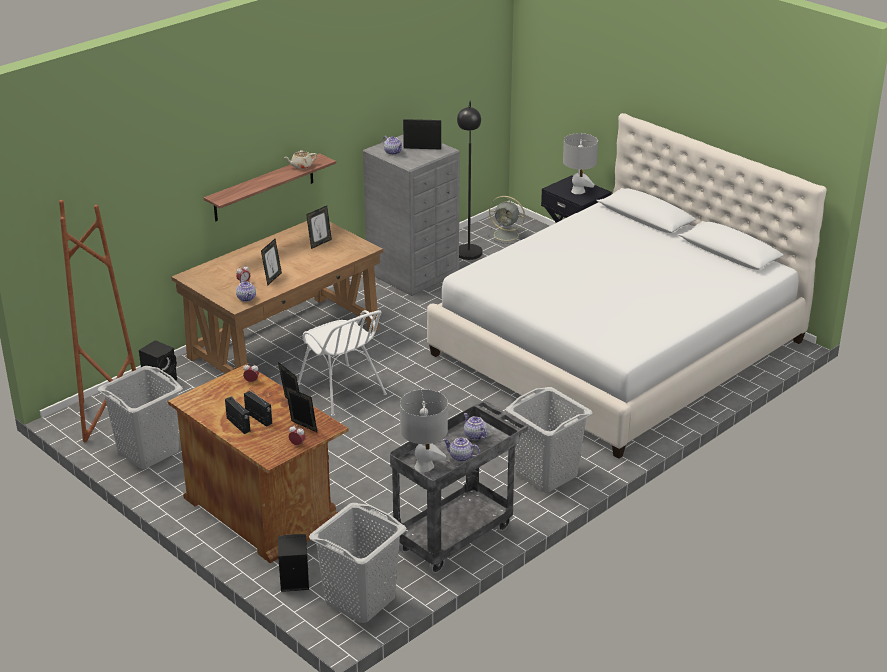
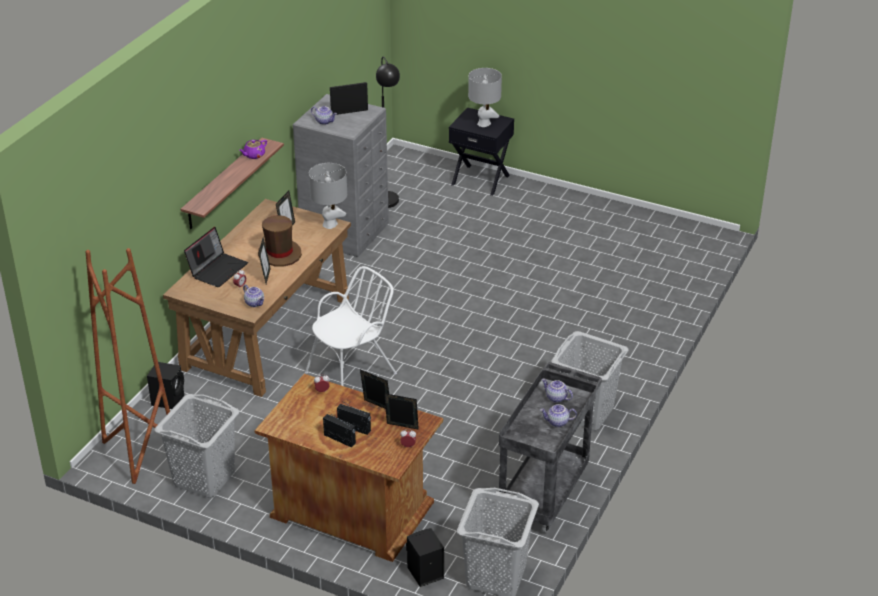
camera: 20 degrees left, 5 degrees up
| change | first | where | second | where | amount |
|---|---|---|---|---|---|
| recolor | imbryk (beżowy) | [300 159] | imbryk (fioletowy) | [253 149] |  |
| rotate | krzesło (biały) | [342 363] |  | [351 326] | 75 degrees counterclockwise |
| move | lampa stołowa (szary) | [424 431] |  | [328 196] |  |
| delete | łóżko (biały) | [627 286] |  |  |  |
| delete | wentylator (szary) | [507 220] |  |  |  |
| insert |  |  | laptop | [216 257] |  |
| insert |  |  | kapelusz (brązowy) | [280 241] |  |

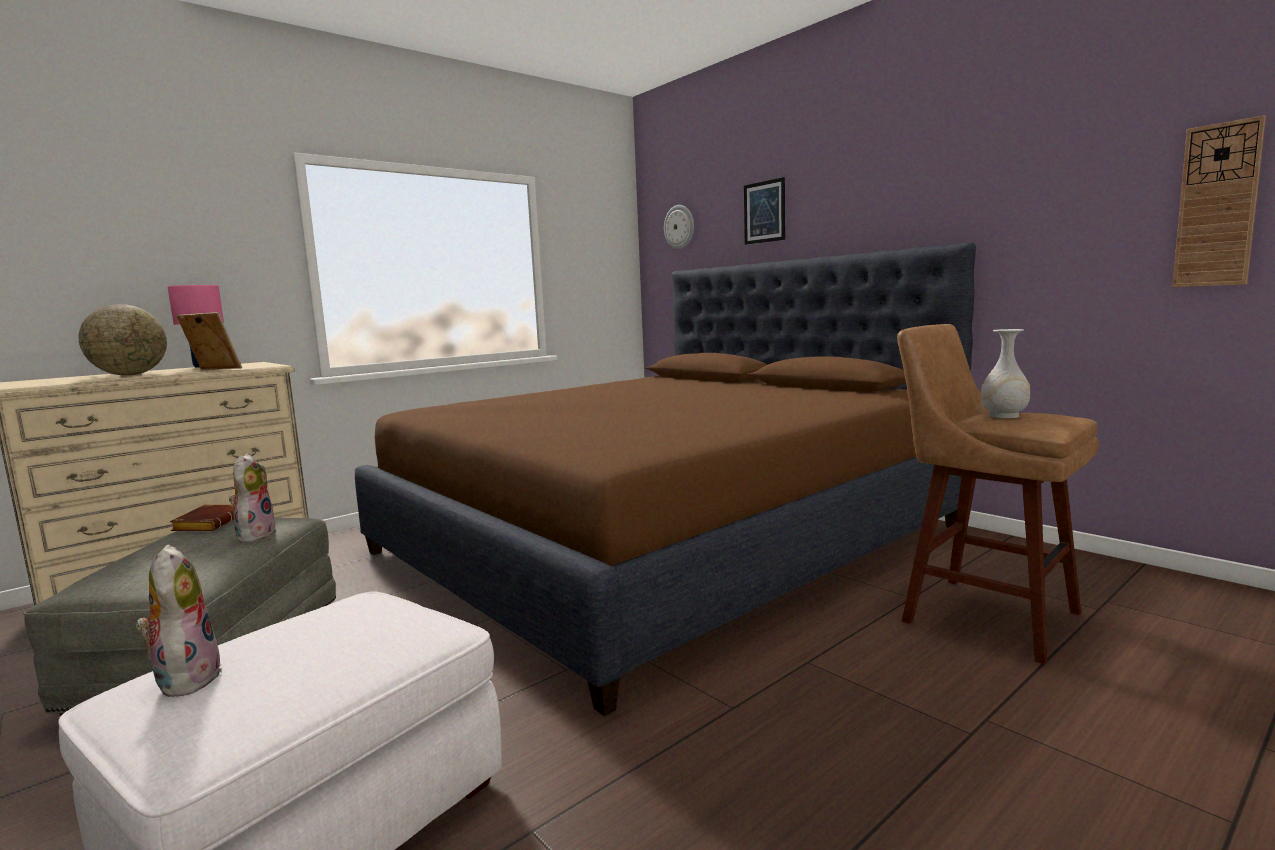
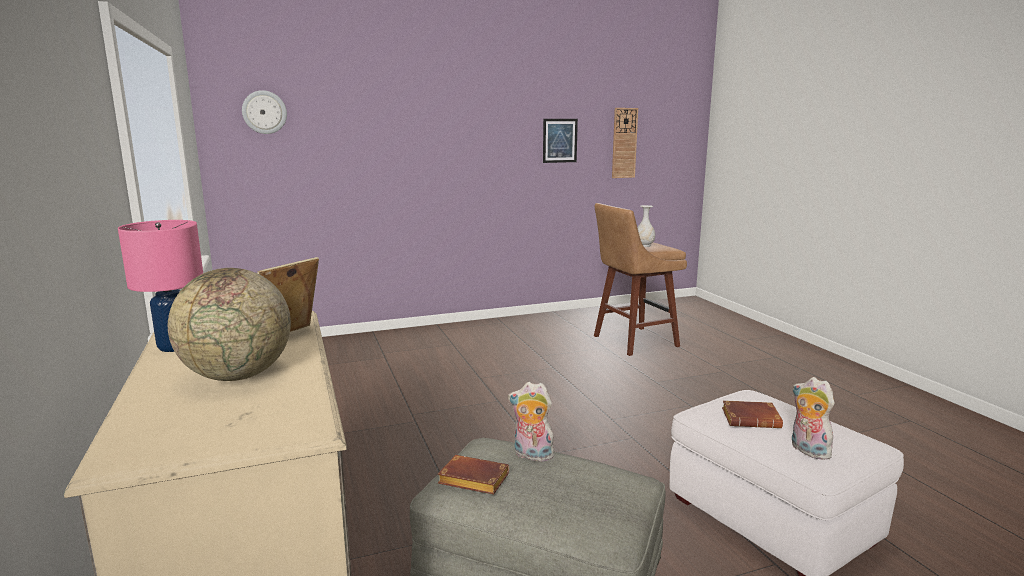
camera: 70 degrees left, 5 degrees up
| change | first | where | second | where | amount |
|---|---|---|---|---|---|
| rotate | pluszak | [179 620] |  | [813 418] | 60 degrees clockwise |
| delete | łóżko (brązowy) | [665 479] |  |  |  |
| move | obraz | [764 211] |  | [560 141] |  |
| insert |  |  | książka (brązowy) | [752 414] |  |

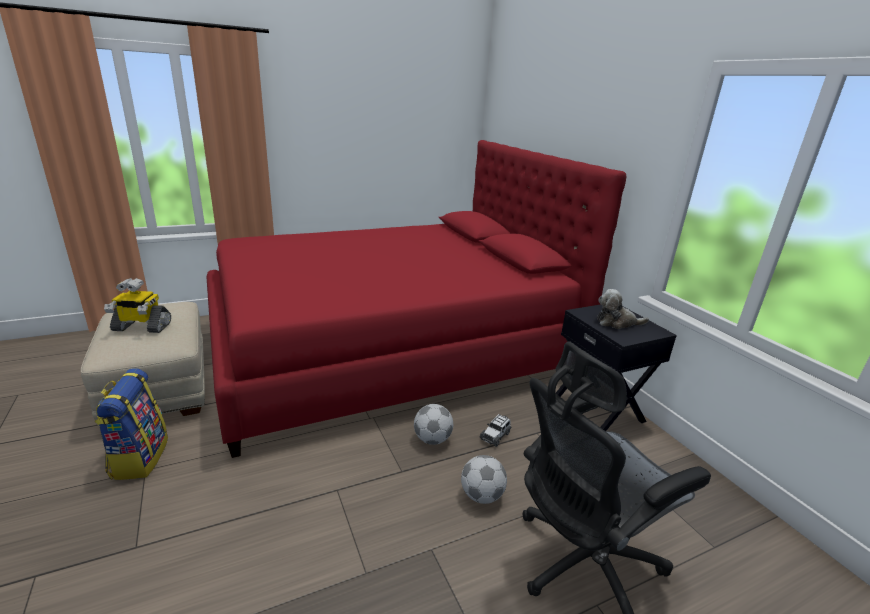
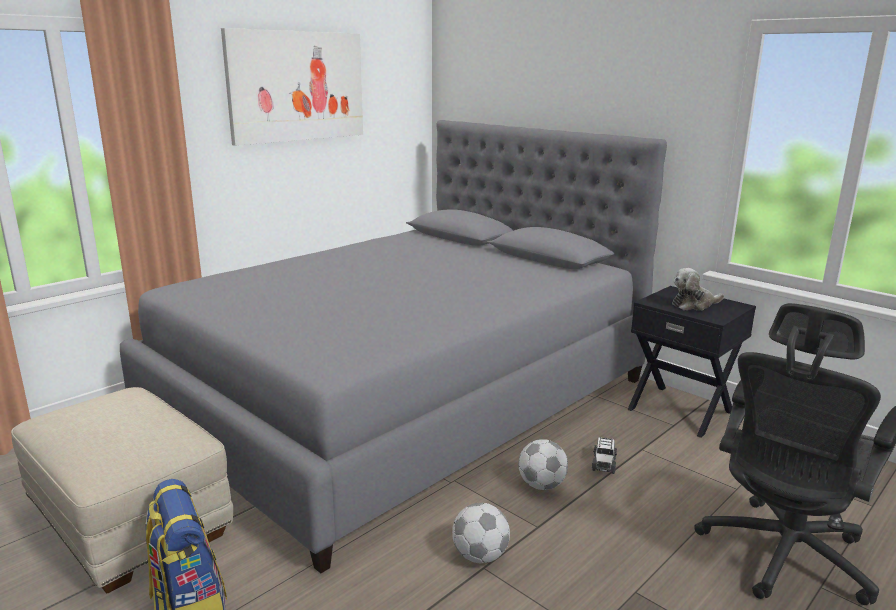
camera: 20 degrees left, 5 degrees down
| change | first | where | second | where | amount |
|---|---|---|---|---|---|
| delete | robot zabawkowy | [137 305] |  |  |  |
| recolor | łóżko (czerwony) | [416 299] | łóżko (szary) | [393 346] |  |
| move | piłka futbolowa | [484 479] |  | [481 533] |  |
| insert |  |  | obraz | [292 87] |  |

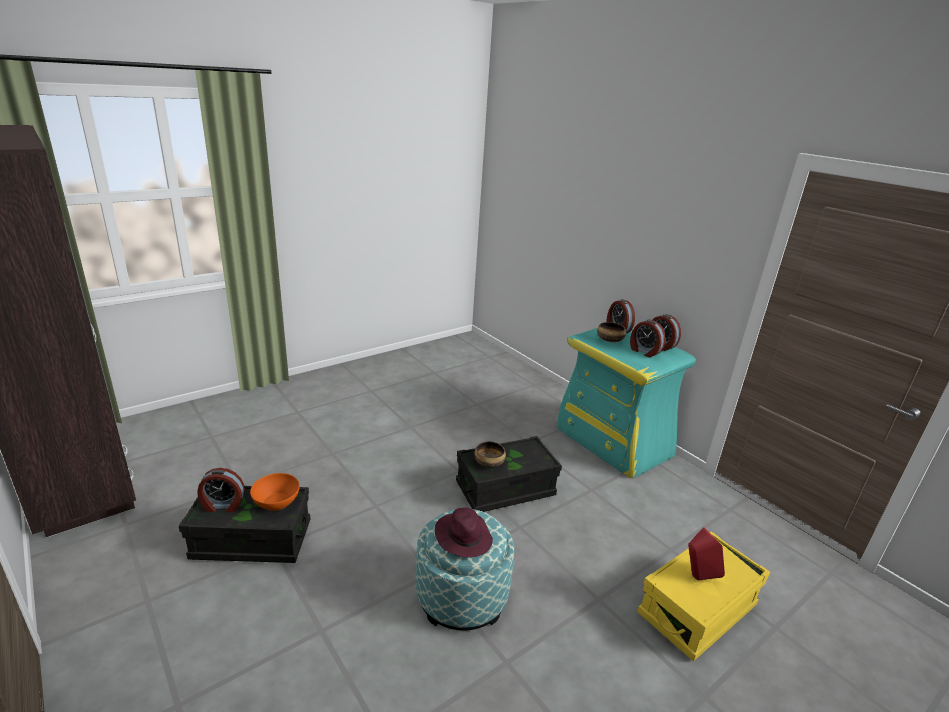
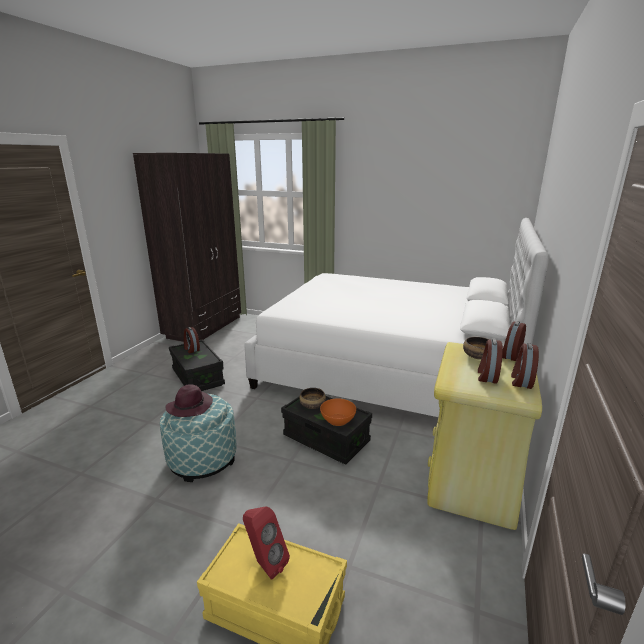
camera: 60 degrees right, 5 degrees down
| change | first | where | second | where | amount |
|---|---|---|---|---|---|
| move | miska (pomarańczowy) | [275 492] |  | [338 412] |  |
| recolor | szafka nocna (turkusowy) | [626 403] | szafka nocna (żółty) | [484 436] |  |
| insert |  |  | łóżko (biały) | [396 317] |  |

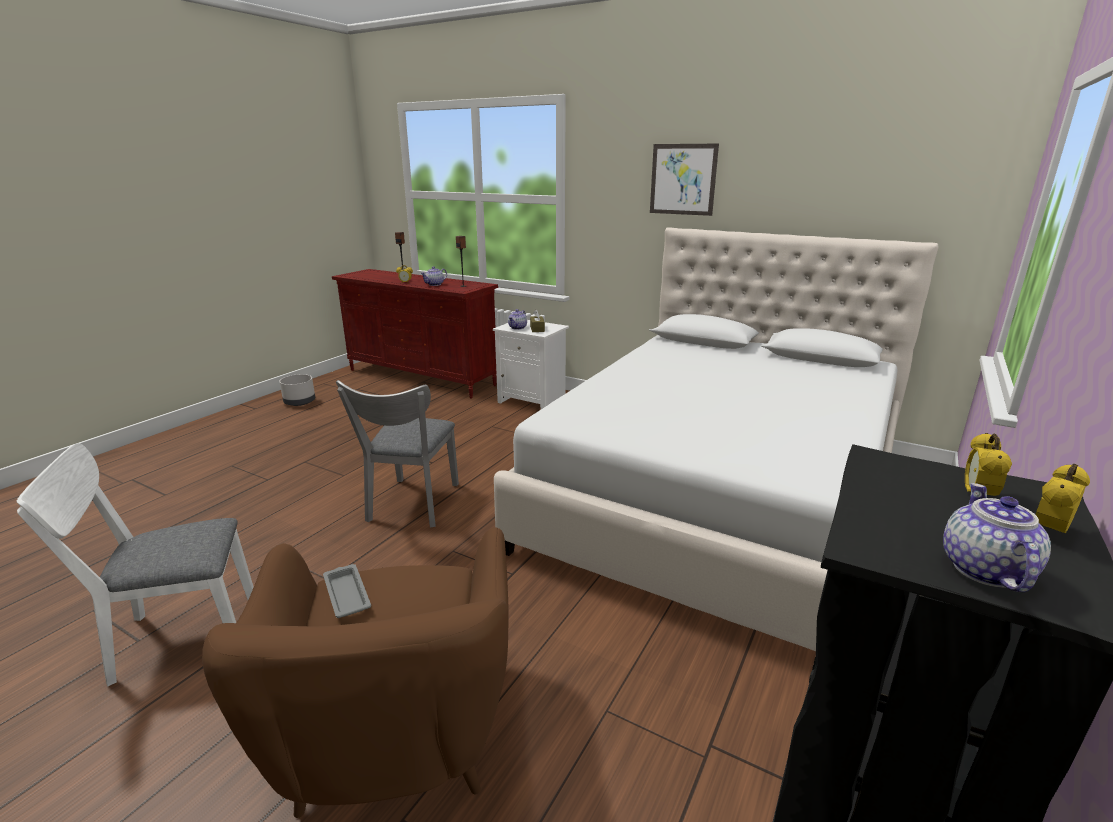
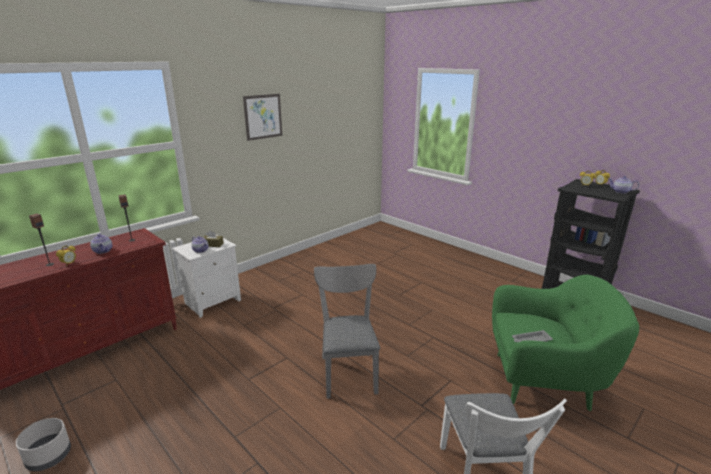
camera: 75 degrees left, 0 degrees up
| change | first | where | second | where | amount |
|---|---|---|---|---|---|
| recolor | fotel (brązowy) | [355 672] | fotel (zielony) | [565 343] |  |
| rotate | krzesło (szary) | [397 454] |  | [347 331] | 120 degrees counterclockwise |
| delete | łóżko (biały) | [716 439] |  |  |  |

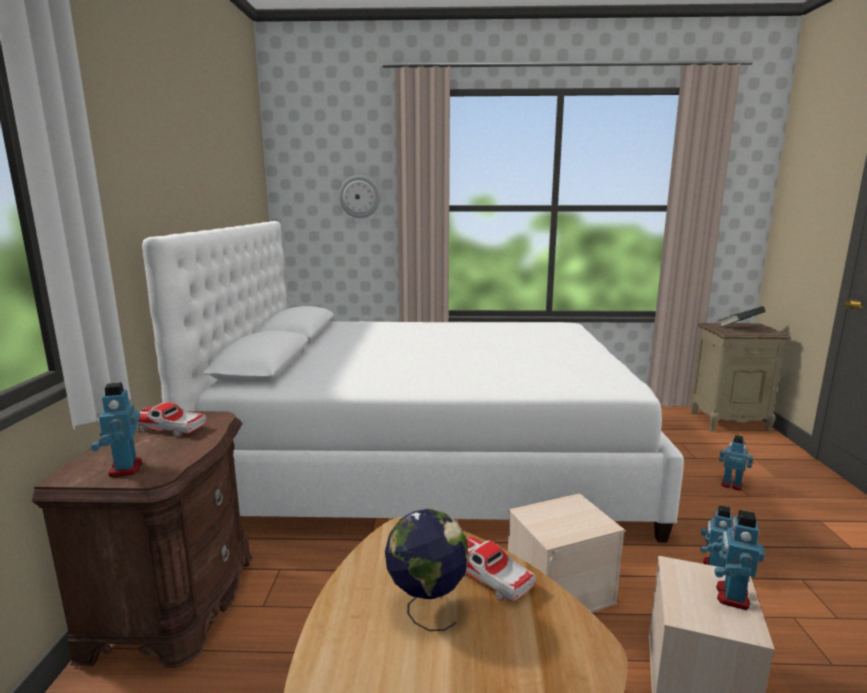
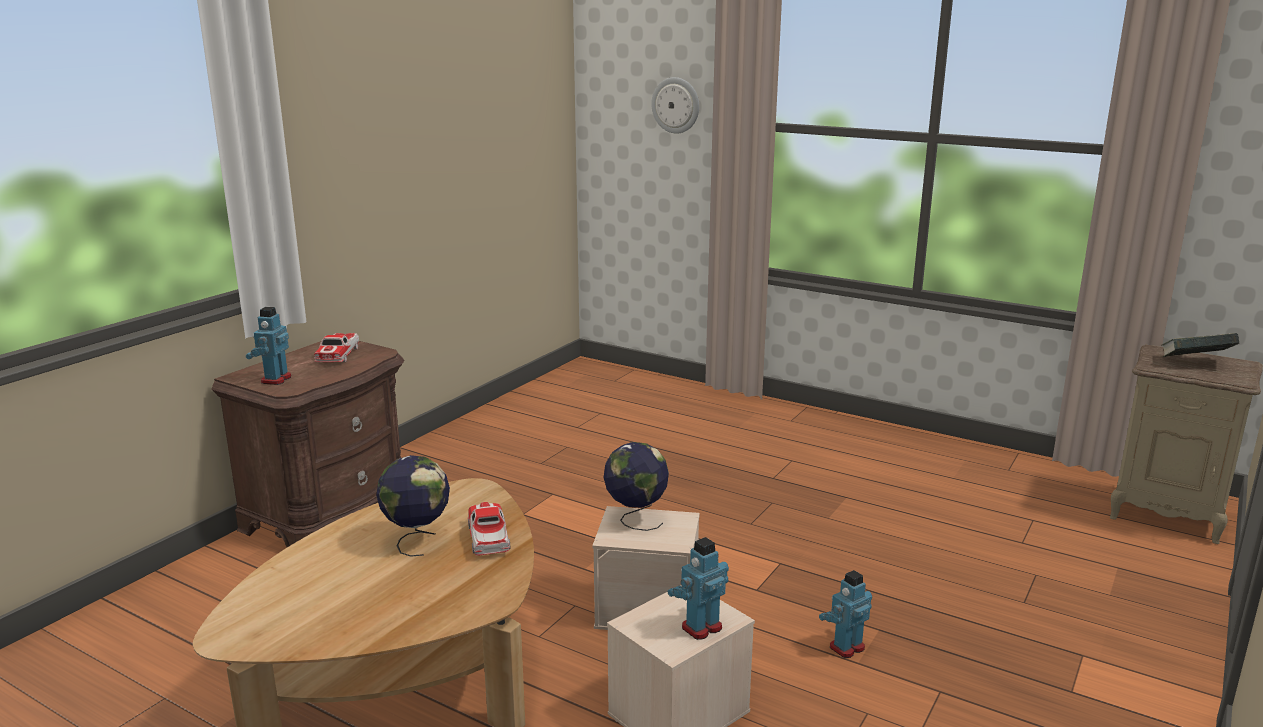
camera: 30 degrees right, 5 degrees up
| change | first | where | second | where | amount |
|---|---|---|---|---|---|
| rotate | samochodzik | [172 419] |  | [336 347] | 135 degrees counterclockwise |
| delete | łóżko (biały) | [413 382] |  |  |  |
| delete | robot zabawkowy | [736 462] |  |  |  |
| insert |  |  | globus | [636 486] |  |

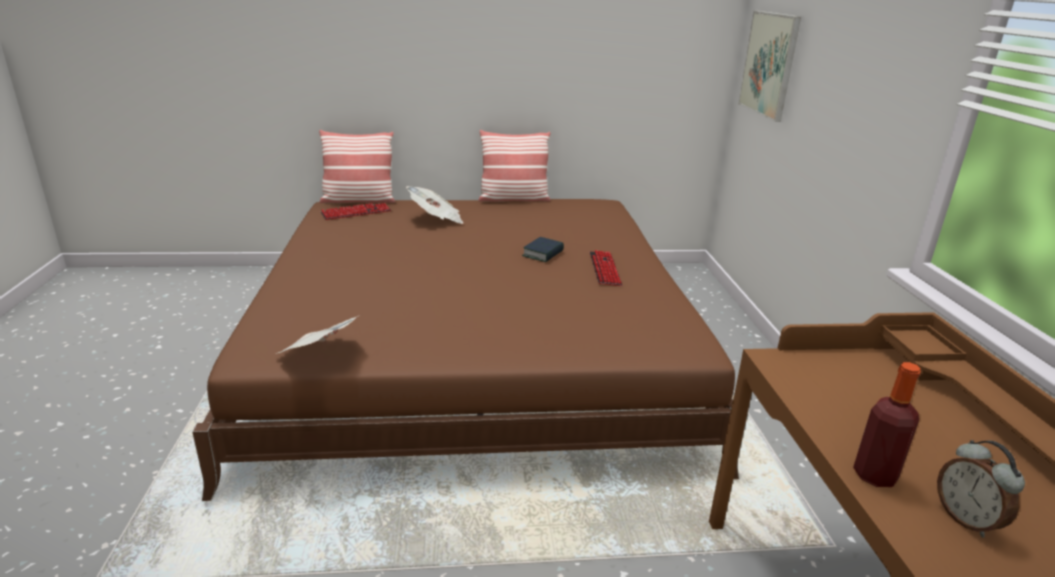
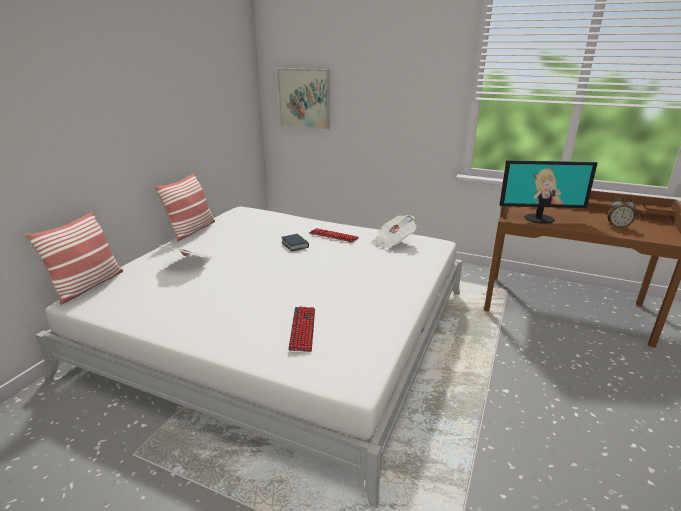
camera: 60 degrees left, 0 degrees up
| change | first | where | second | where | amount |
|---|---|---|---|---|---|
| recolor | łóżko (brązowy) | [469 350] | łóżko (biały) | [249 357] |  |
| move | gazeta | [318 334] |  | [394 232] |  |
| move | klawiatura | [355 211] |  | [301 329] |  |
| delete | butelka | [887 424] |  |  |  |
| insert |  |  | monitor | [548 192] |  |

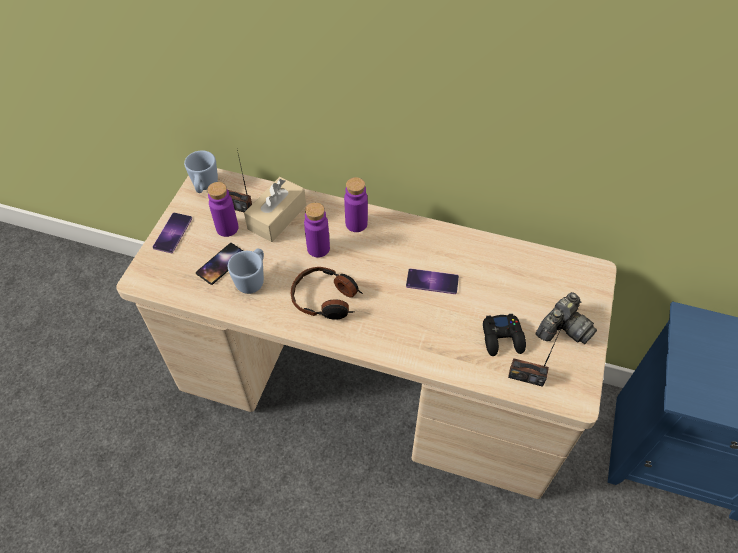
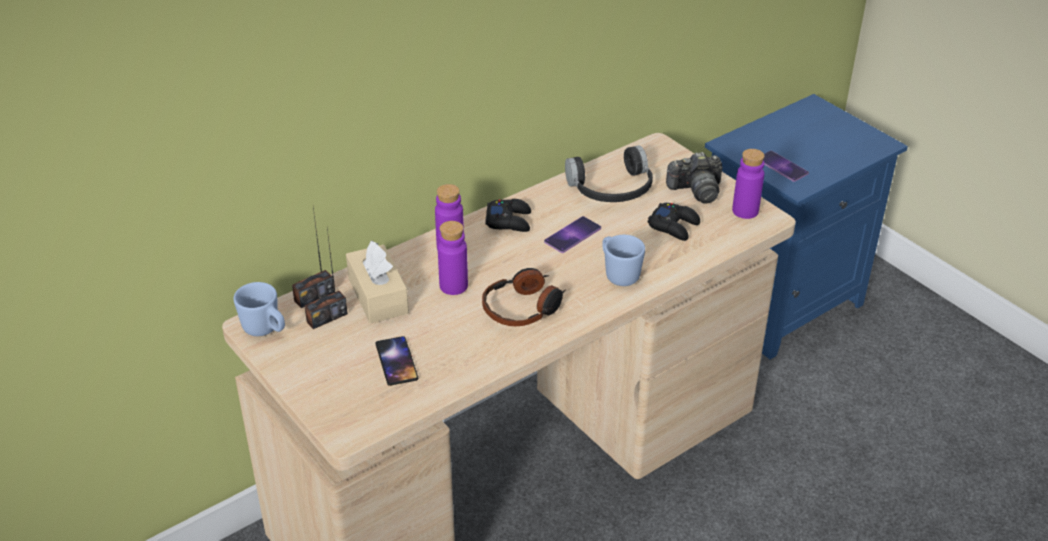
camera: 55 degrees left, 15 degrees down
| change | first | where | second | where | amount |
|---|---|---|---|---|---|
| move | telefon | [172 233] |  | [786 166] |  |
| move | butelka (fioletowy) | [222 209] |  | [748 184] |  |
| move | kubek (niebieski) | [246 271] |  | [623 260] |  |
| move | radio | [535 357] |  | [313 258] |  |
| rotate | aparat fotograficzny | [566 318] |  | [694 177] | 90 degrees clockwise |
| insert |  |  | pad do gier (czarny) | [508 215] |  |
| insert |  |  | słuchawki (czarny) | [609 174] |  |

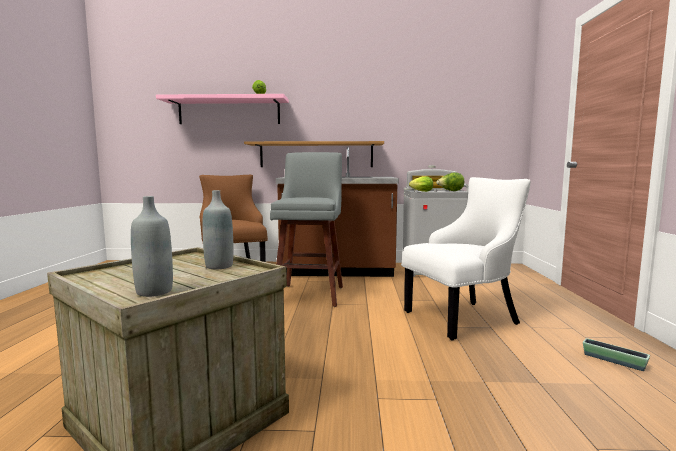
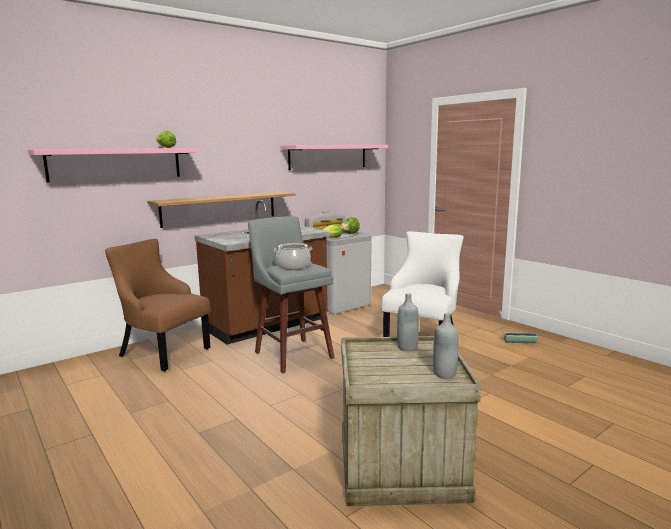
camera: 40 degrees left, 5 degrees up
| change | first | where | second | where | amount |
|---|---|---|---|---|---|
| insert |  |  | garnek | [293 256] |  |
| insert |  |  | półka (różowy) | [334 157] |  |

